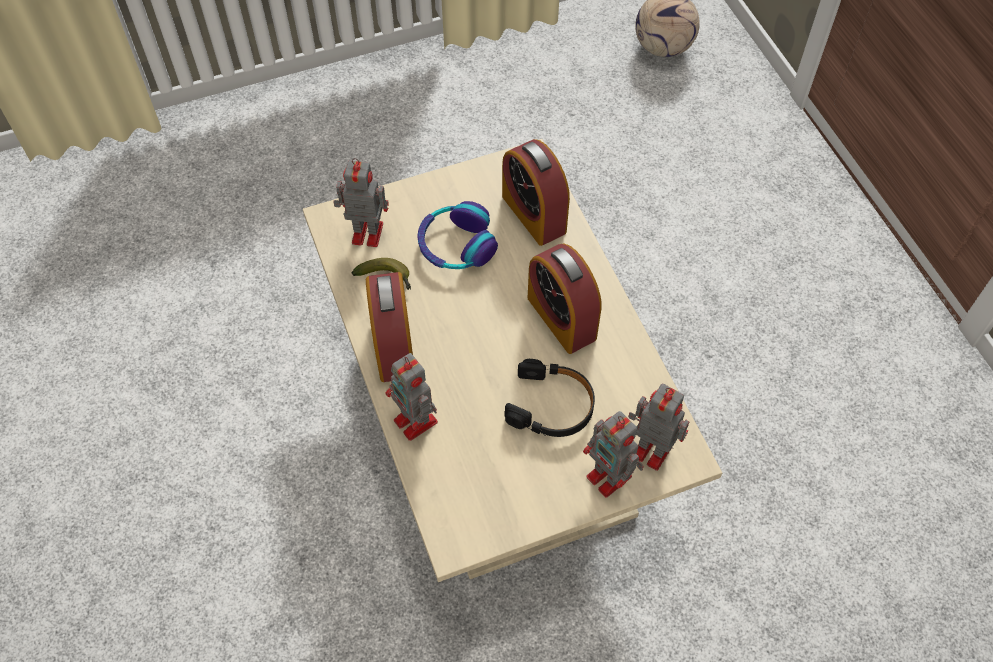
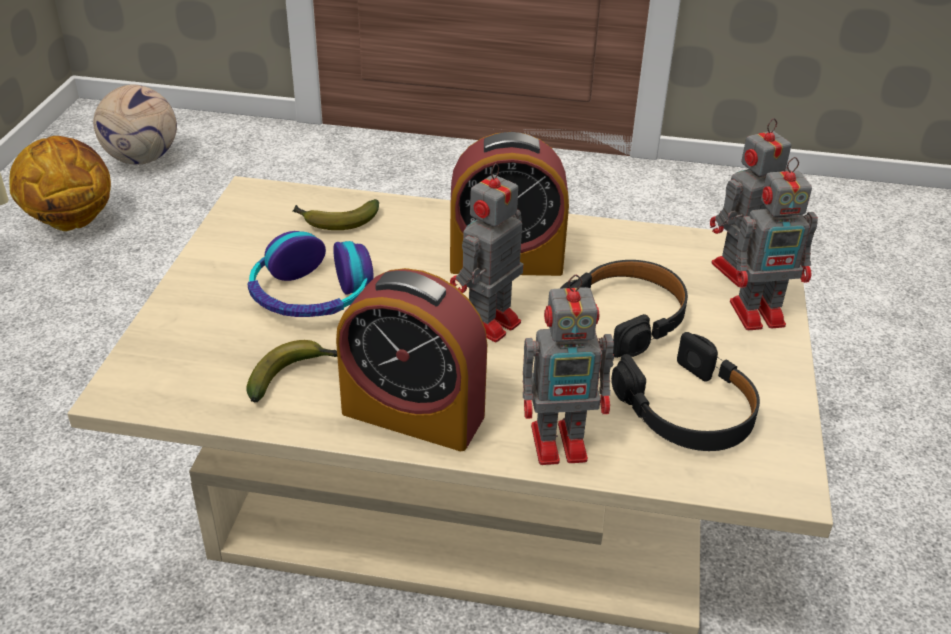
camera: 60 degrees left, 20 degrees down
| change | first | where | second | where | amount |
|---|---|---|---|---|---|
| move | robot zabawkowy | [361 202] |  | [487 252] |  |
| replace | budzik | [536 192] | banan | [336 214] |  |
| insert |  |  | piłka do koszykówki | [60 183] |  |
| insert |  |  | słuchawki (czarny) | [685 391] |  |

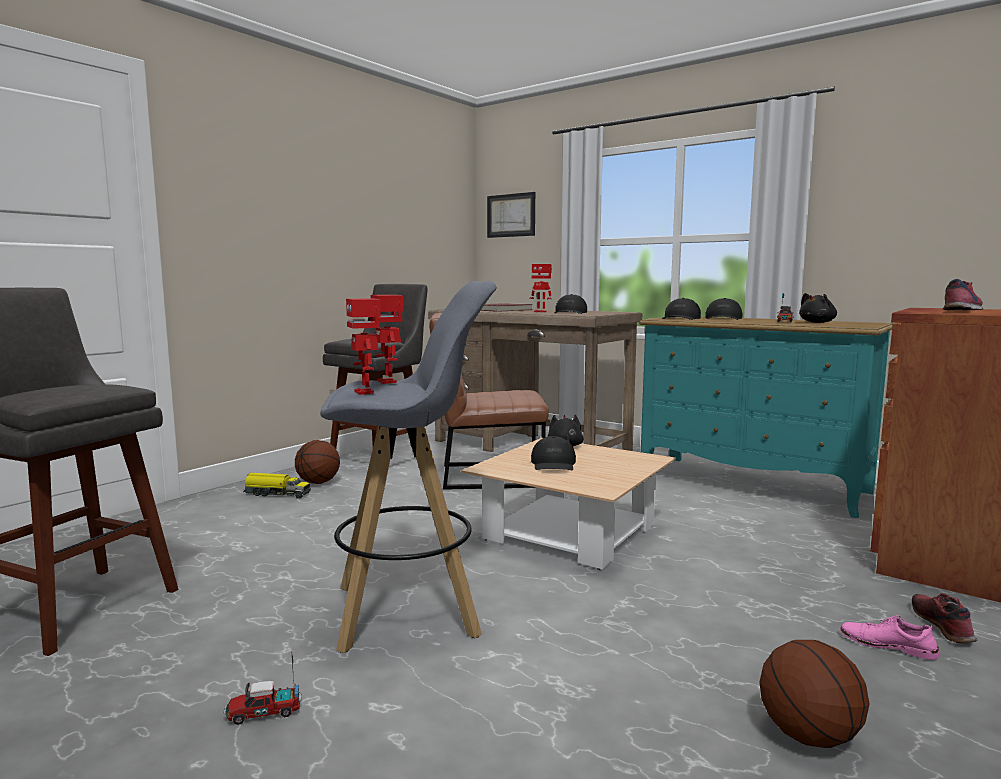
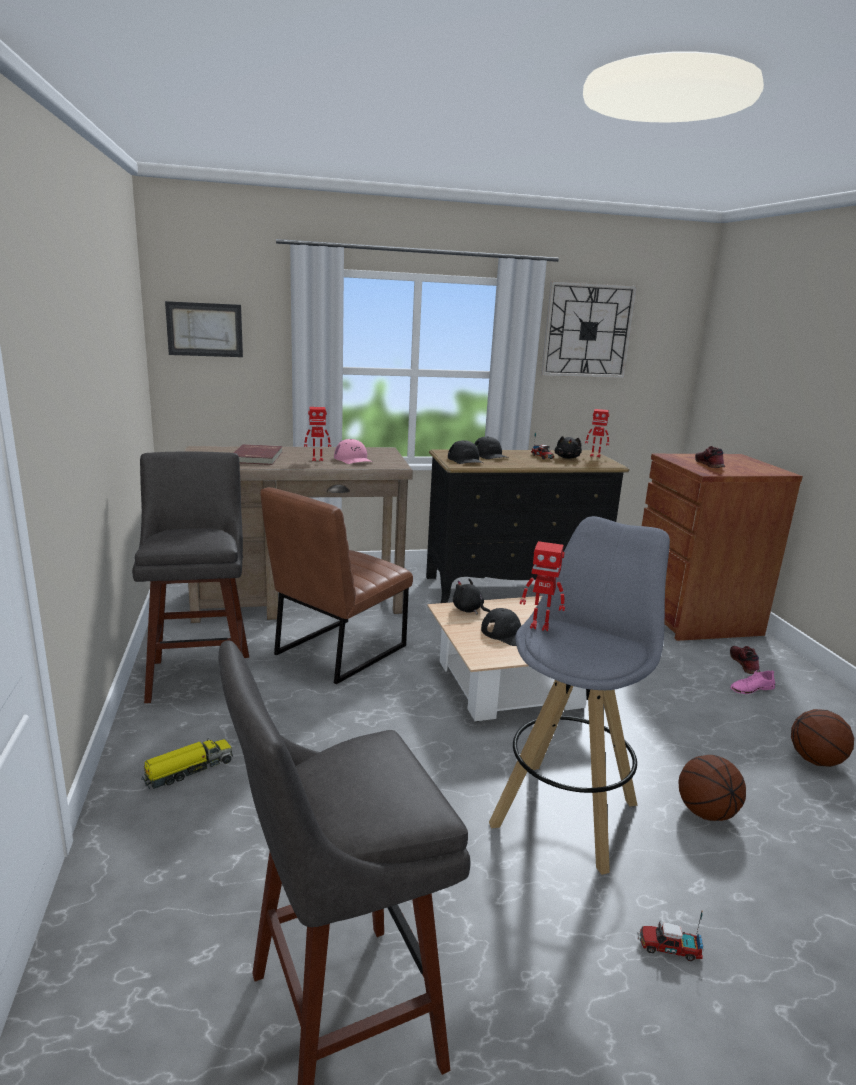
camera: 50 degrees left, 10 degrees up
| change | first | where | second | where | amount |
|---|---|---|---|---|---|
| rotate | ciężarówka zabawkowa | [262 689] |  | [670 935] | 75 degrees clockwise |
| move | piłka do koszykówki | [317 462] |  | [712 788] |  |
| move | robot zabawkowy | [363 346] |  | [597 433] |  |
| recolor | czapka z daszkiem (czarny) | [570 304] | czapka z daszkiem (różowy) | [353 451] |  |
| recolor | komoda (turkusowy) | [766 417] | komoda (czarny) | [528 526] |  |
| rotate | but | [945 618] |  | [745 660] | 45 degrees clockwise |
| insert |  |  | zegar ścienny | [589 329] |  |

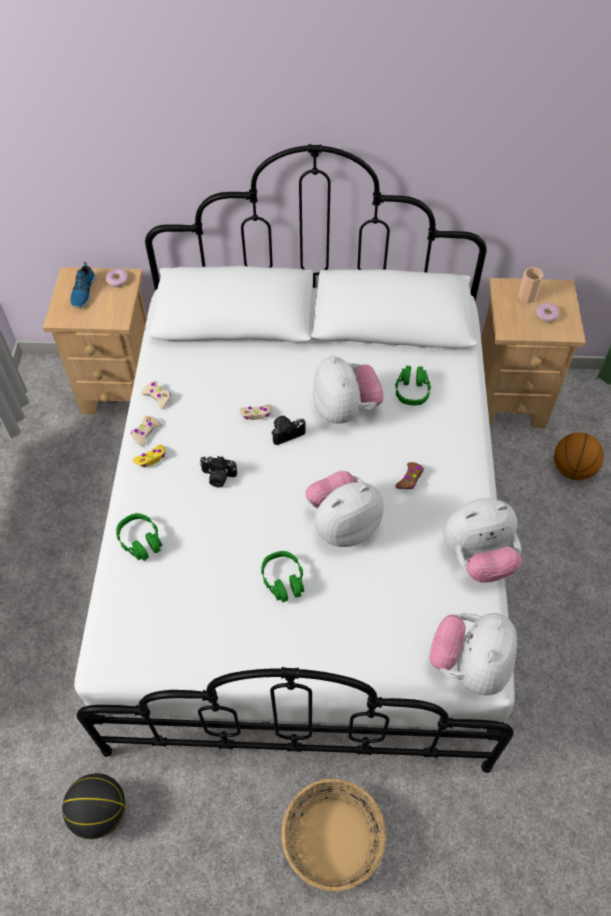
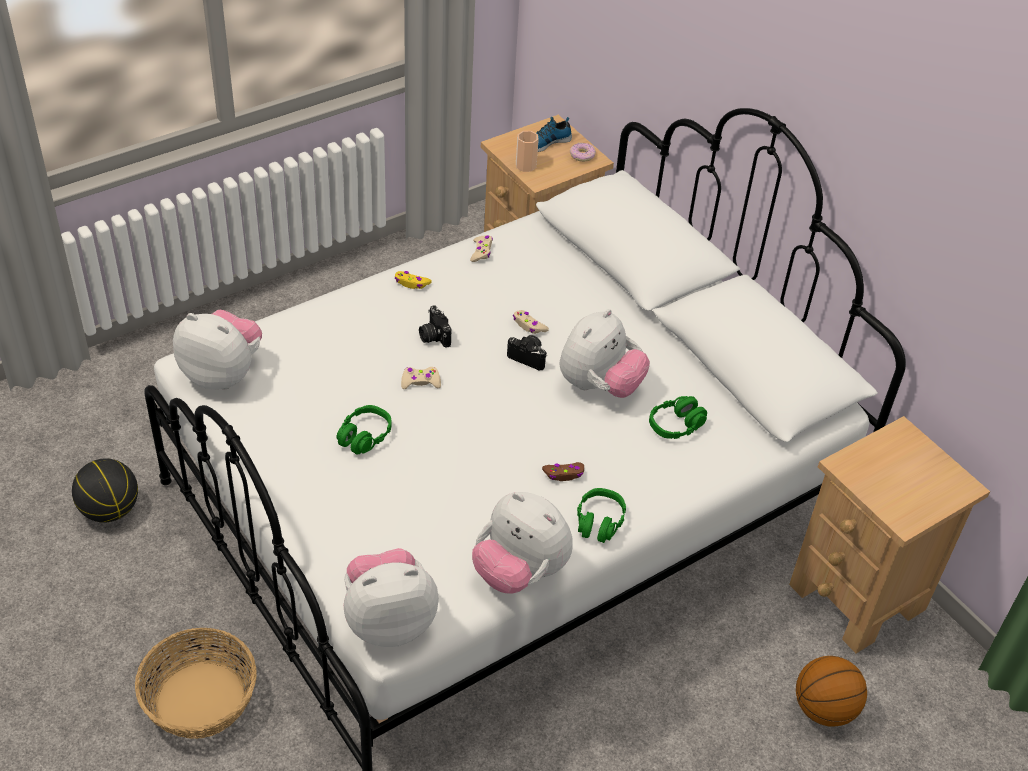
camera: 50 degrees right, 10 degrees down
| change | first | where | second | where | amount |
|---|---|---|---|---|---|
| move | słuchawki (zielony) | [139 537] |  | [601 515] |  |
| move | pad do gier (beżowy) | [146 431] |  | [421 378] |  |
| move | pluszak | [344 509] |  | [217 349] |  |
| move | filiżanka | [530 285] |  | [527 151] |  |
| delete | donut | [547 312] |  |  |  |

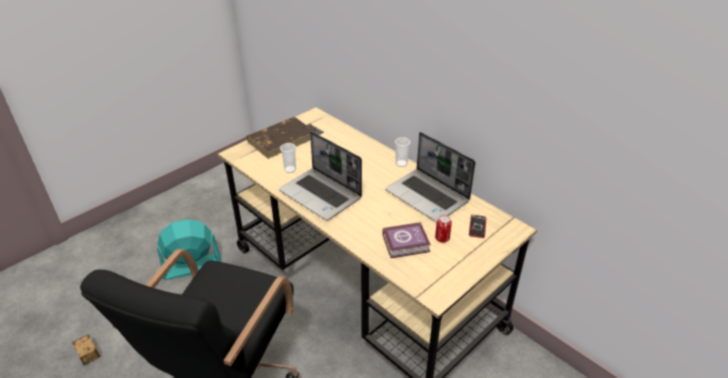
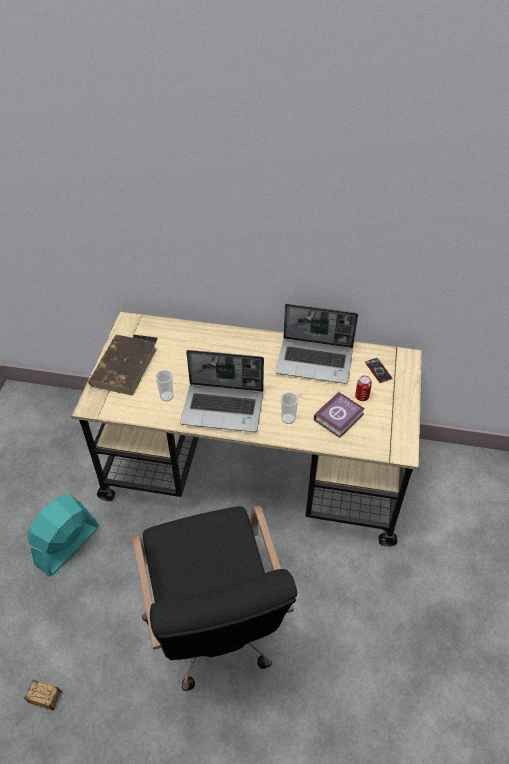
camera: 35 degrees left, 10 degrees up
| change | first | where | second | where | amount |
|---|---|---|---|---|---|
| move | filiżanka | [402 152] |  | [290 408] |  |

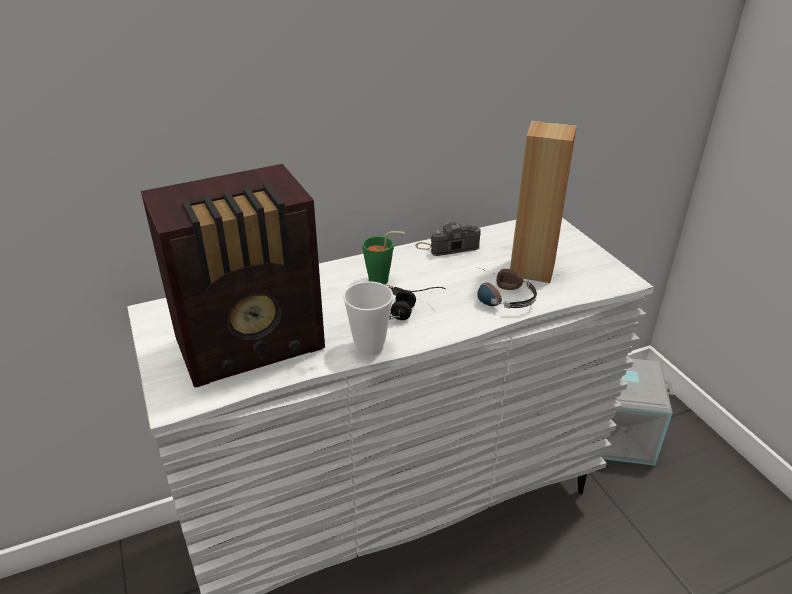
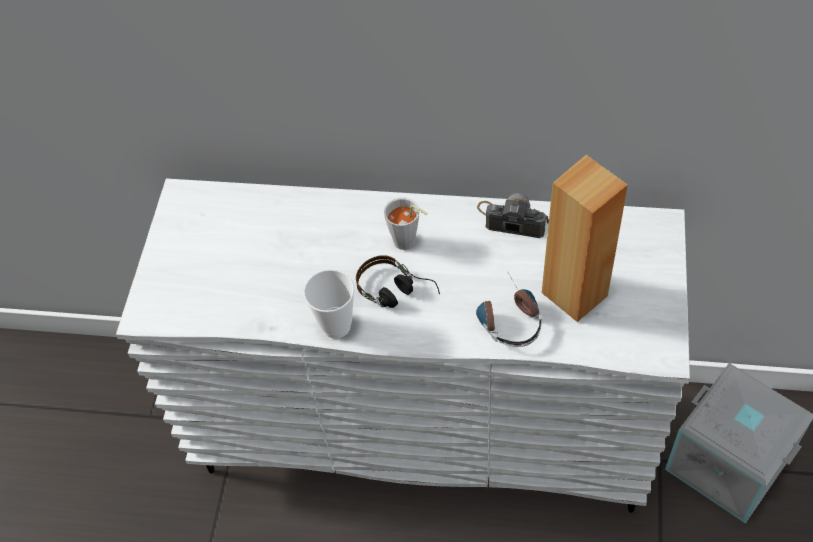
camera: 35 degrees right, 20 degrees up
| change | first | where | second | where | amount |
|---|---|---|---|---|---|
| delete | radio | [233 275] |  |  |  |
| recolor | filiżanka (zielony) | [383 258] | filiżanka (szary) | [406 224] |  |

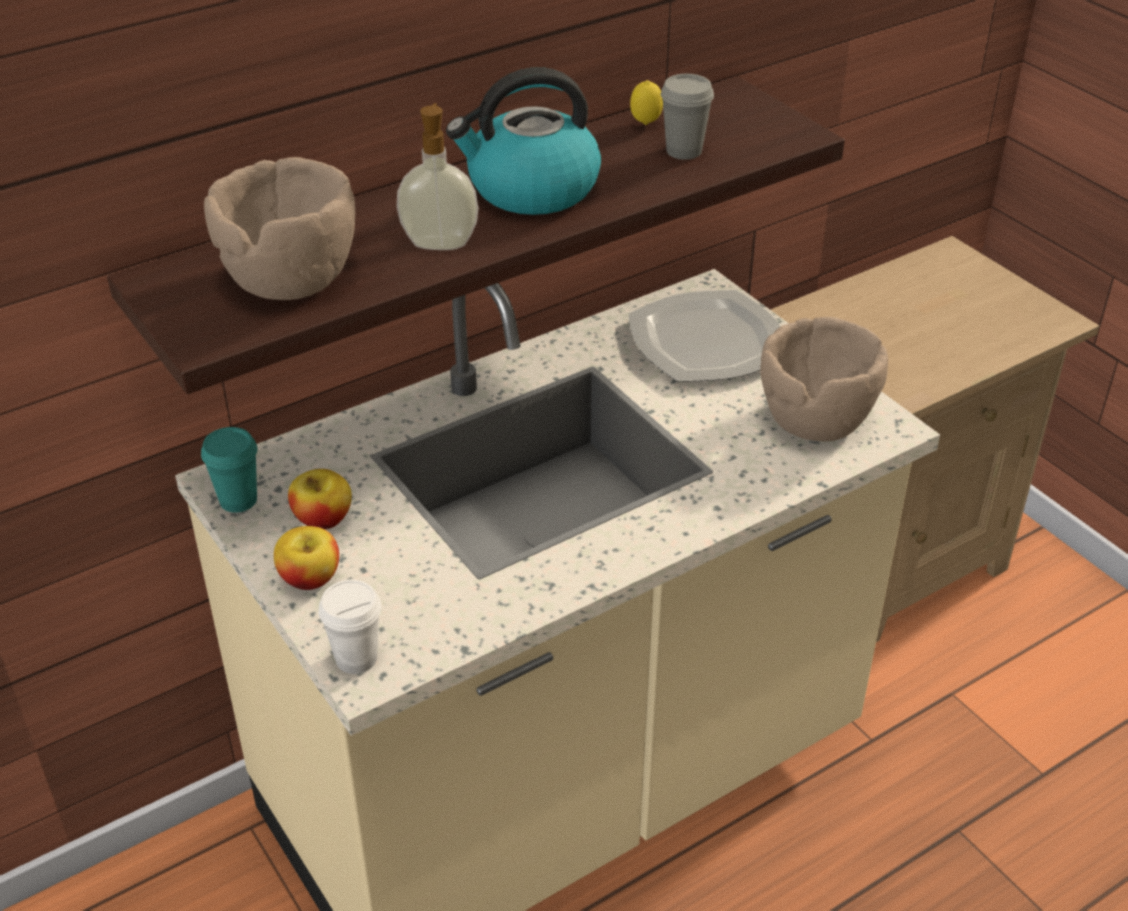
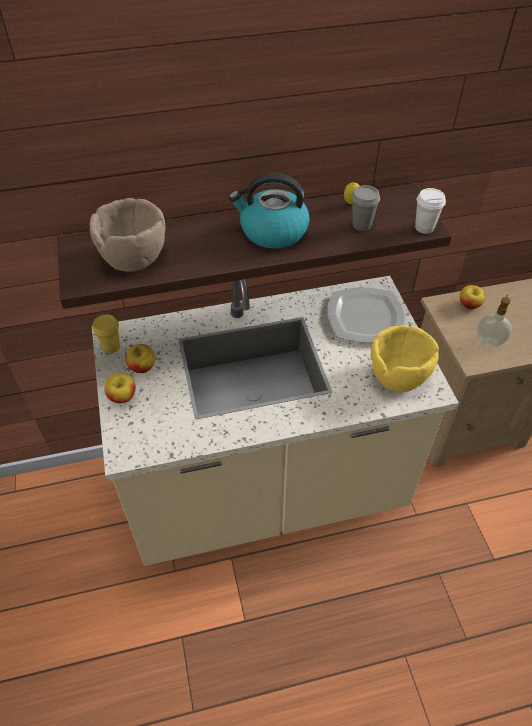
camera: 20 degrees right, 10 degrees up
| change | first | where | second | where | amount |
|---|---|---|---|---|---|
| recolor | filiżanka (turkusowy) | [229 470] | filiżanka (żółty) | [106 333] |  |
| move | filiżanka (biały) | [349 627] |  | [430 211] |  |
| move | dozownik mydła | [437 176] |  | [494 321] |  |
| recolor | miska (brązowy) | [824 379] | miska (żółty) | [405 358] |  |
| insert |  |  | jabłko | [472 297] |  |

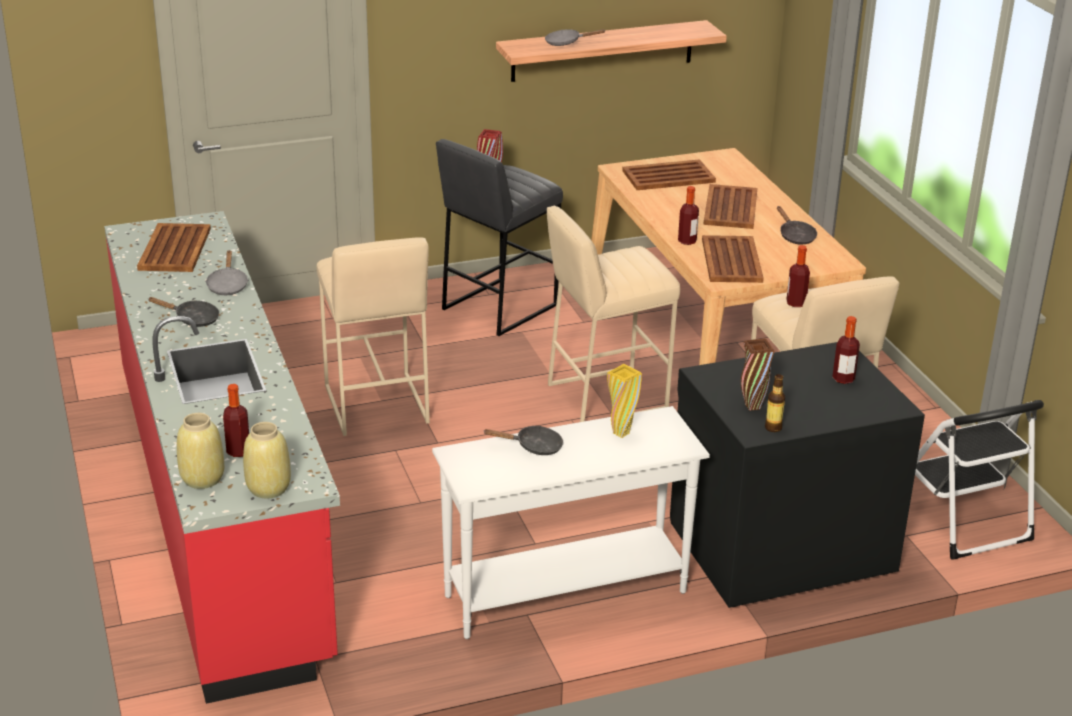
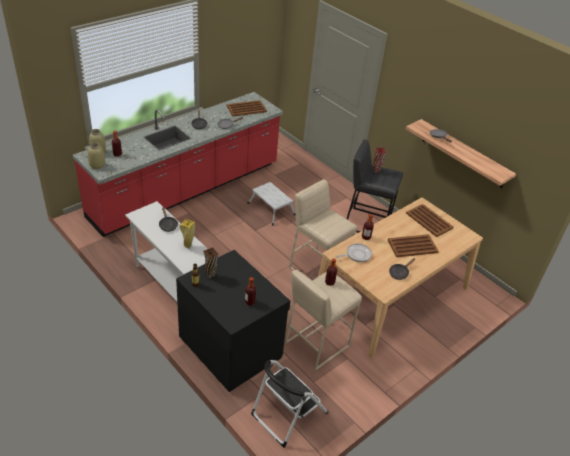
camera: 65 degrees right, 10 degrees up
| change | first | where | second | where | amount |
|---|---|---|---|---|---|
| replace | stołek (beżowy) | [373 336] | drabinka (biały) | [271 204] |  |
| replace | taca (brązowy) | [733 259] | patelnia | [353 252] |  |

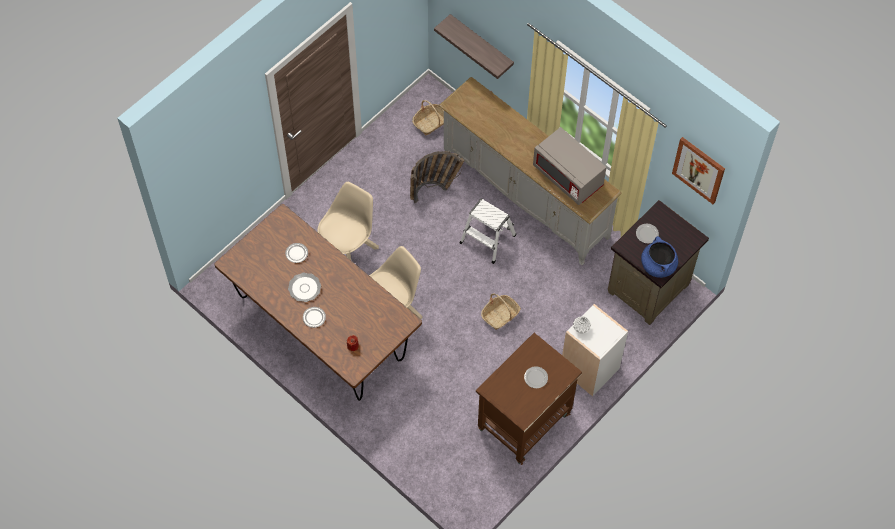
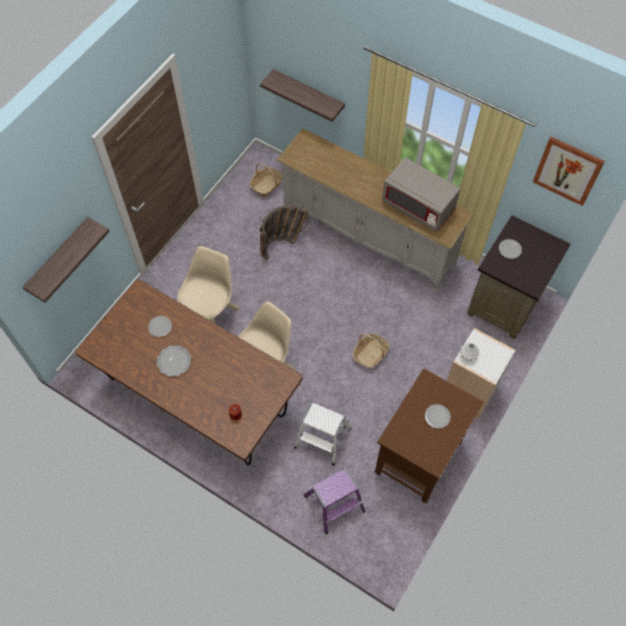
camera: 10 degrees left, 0 degrees up
| change | first | where | second | where | amount |
|---|---|---|---|---|---|
| delete | talerz | [314 317] |  |  |  |
| move | drabinka (biały) | [488 231] |  | [323 434] |  |
| delete | garnek (niebieski) | [659 257] |  |  |  |
| insert |  |  | półka | [66 260] |  |
| insert |  |  | drabinka (fioletowy) | [334 501] |  |

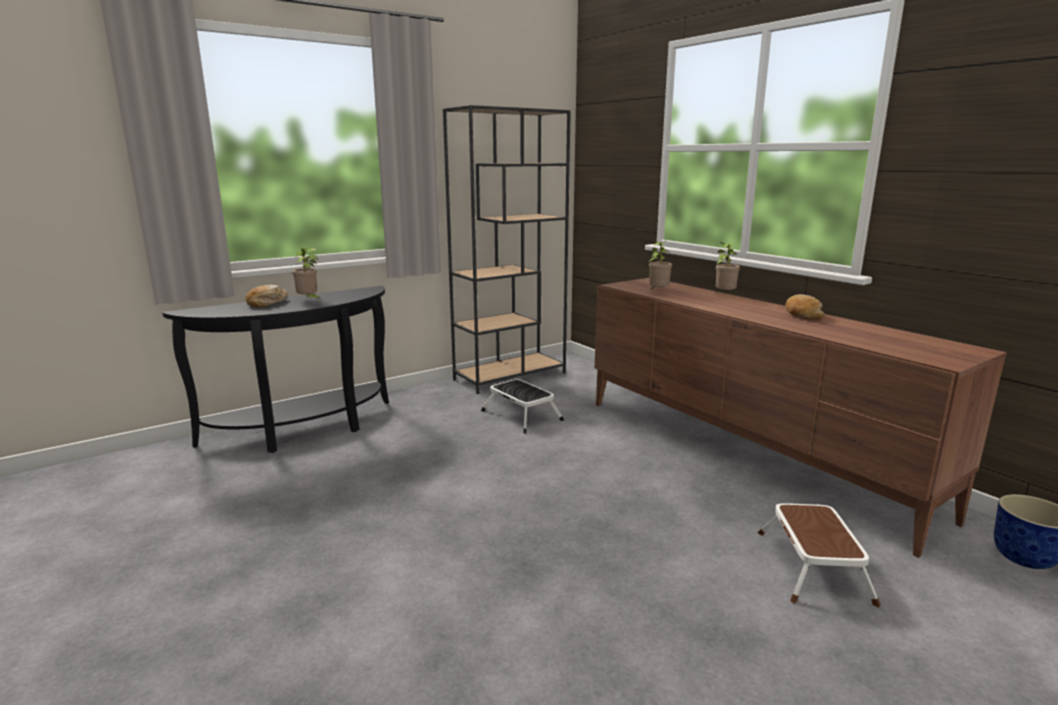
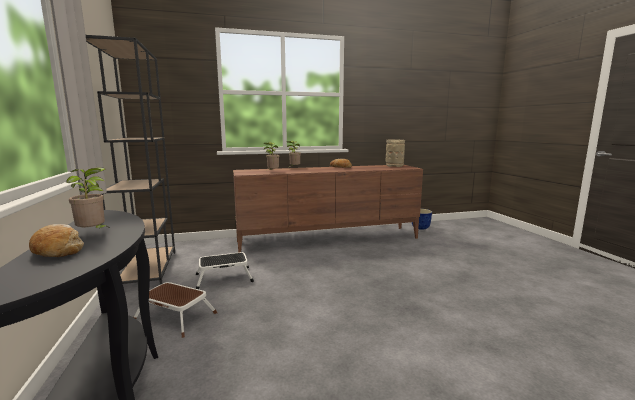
camera: 70 degrees left, 5 degrees down
| change | first | where | second | where | amount |
|---|---|---|---|---|---|
| move | drabinka (brązowy) | [819 555] |  | [175 310] |  |
| insert |  |  | wazon (beżowy) | [395 153] |  |

